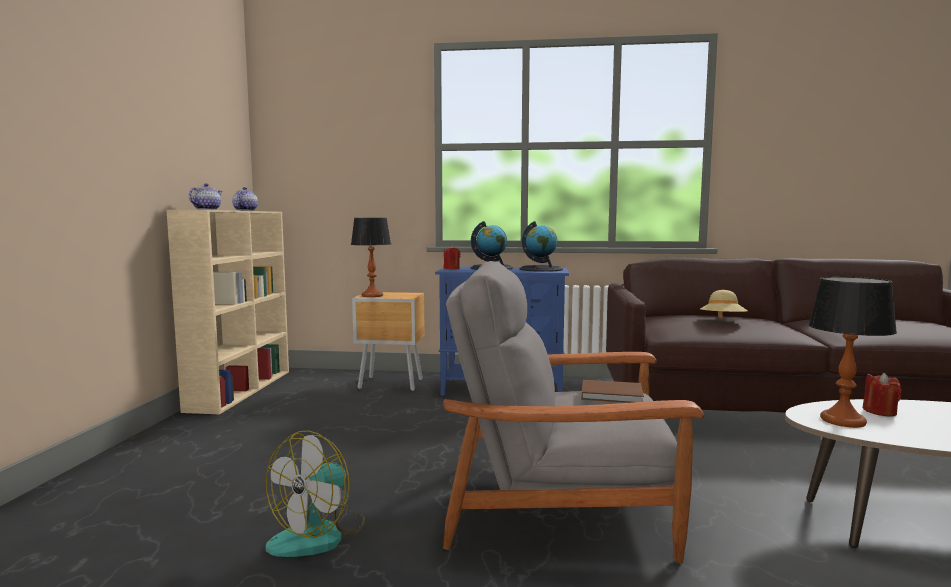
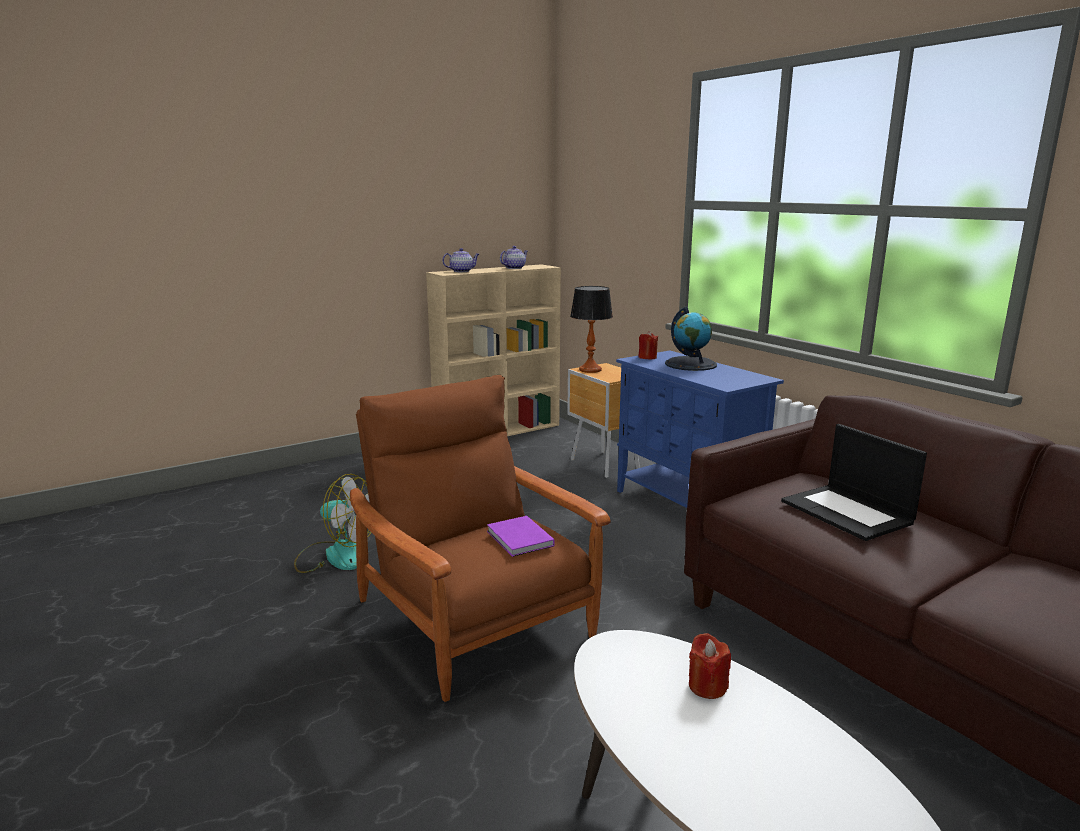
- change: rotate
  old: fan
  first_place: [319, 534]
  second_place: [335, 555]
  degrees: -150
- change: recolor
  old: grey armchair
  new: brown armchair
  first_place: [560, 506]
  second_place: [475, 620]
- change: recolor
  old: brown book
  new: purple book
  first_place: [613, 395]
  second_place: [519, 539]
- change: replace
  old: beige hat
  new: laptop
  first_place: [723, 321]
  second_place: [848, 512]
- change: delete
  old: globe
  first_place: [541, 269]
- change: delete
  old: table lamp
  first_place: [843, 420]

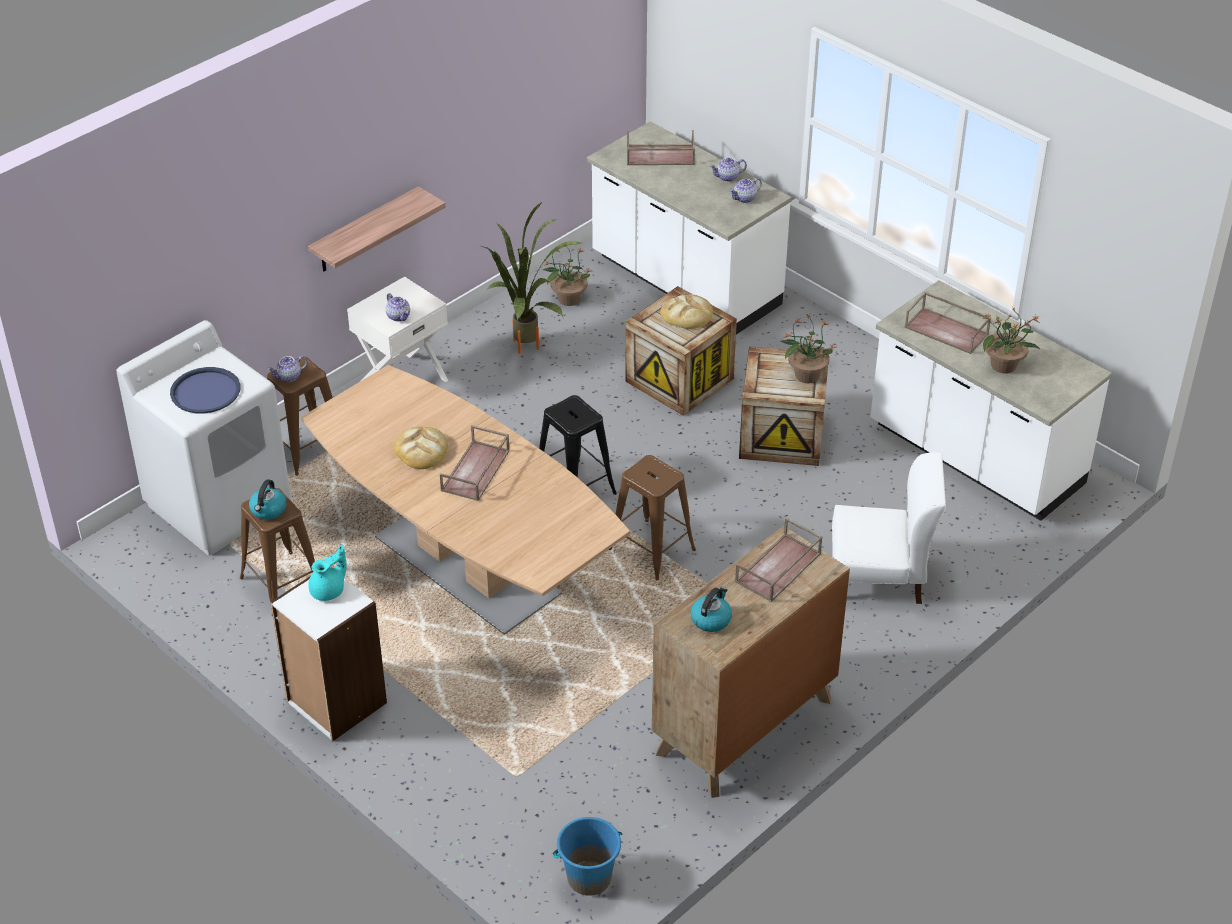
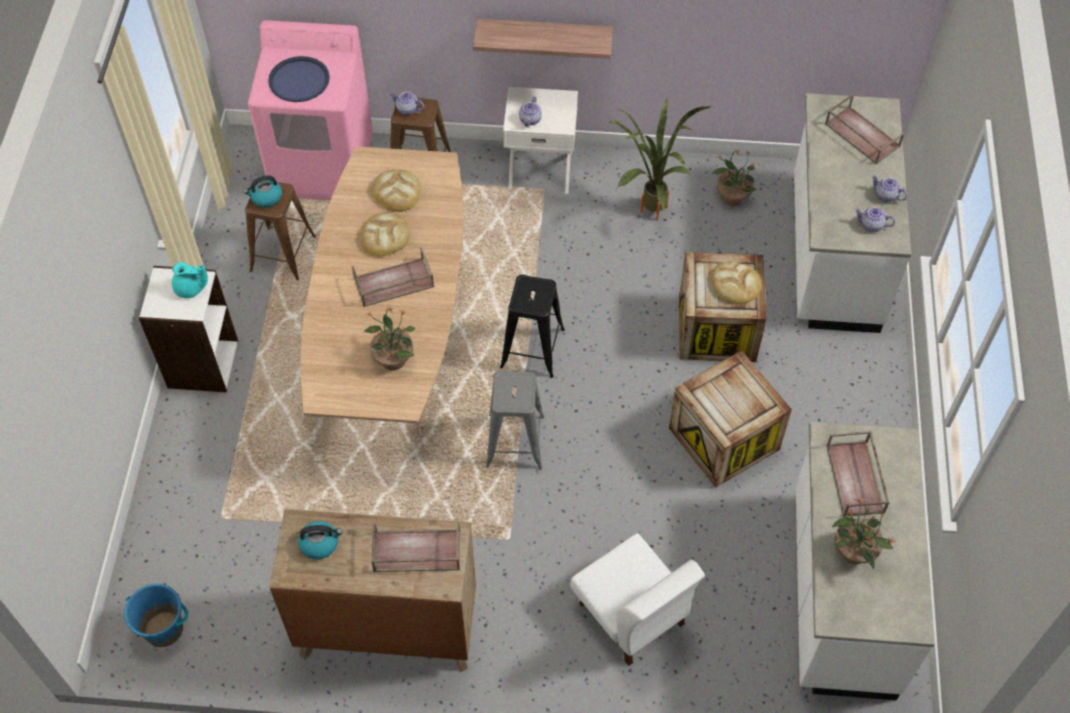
- change: recolor
  old: white washing machine
  new: pink washing machine
  first_place: [219, 505]
  second_place: [323, 165]
- change: move
  old: potted plant
  first_place: [806, 375]
  second_place: [393, 359]
- change: insert
  new: bread
  second_place: [397, 192]
- change: recolor
  old: brown stool
  new: grey stool
  first_place: [651, 549]
  second_place: [515, 441]

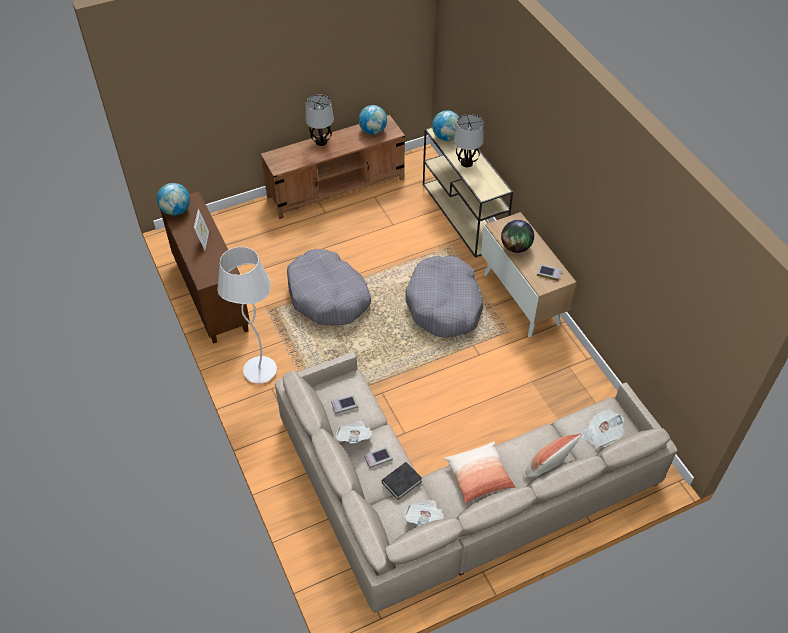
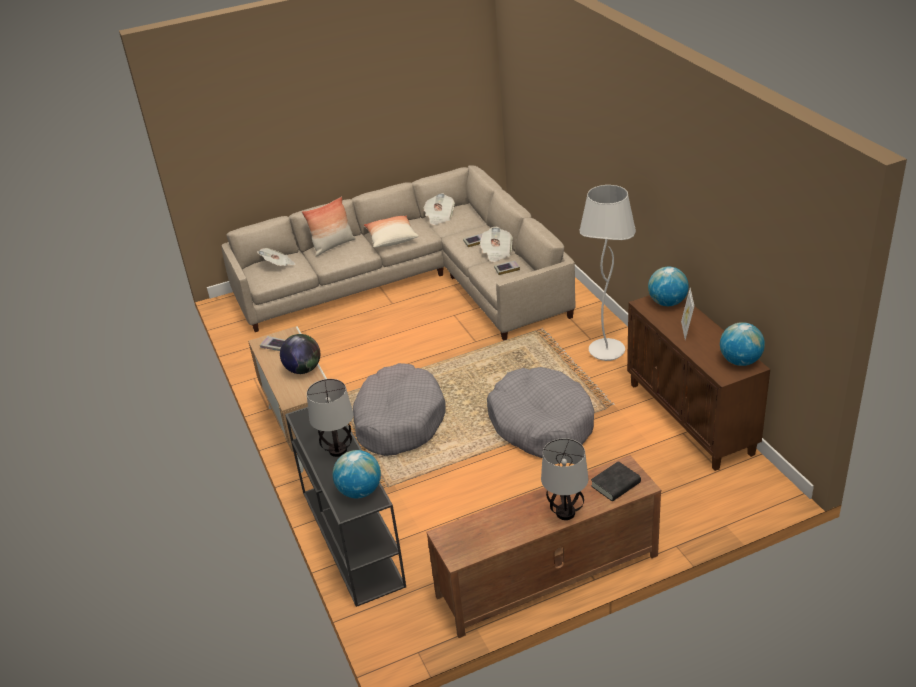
- change: recolor
  old: beige console table
  new: black console table
  first_place: [463, 215]
  second_place: [351, 536]
- change: move
  old: black book
  first_place: [401, 482]
  second_place: [615, 484]
- change: move
  old: globe
  first_place: [373, 131]
  second_place: [667, 302]

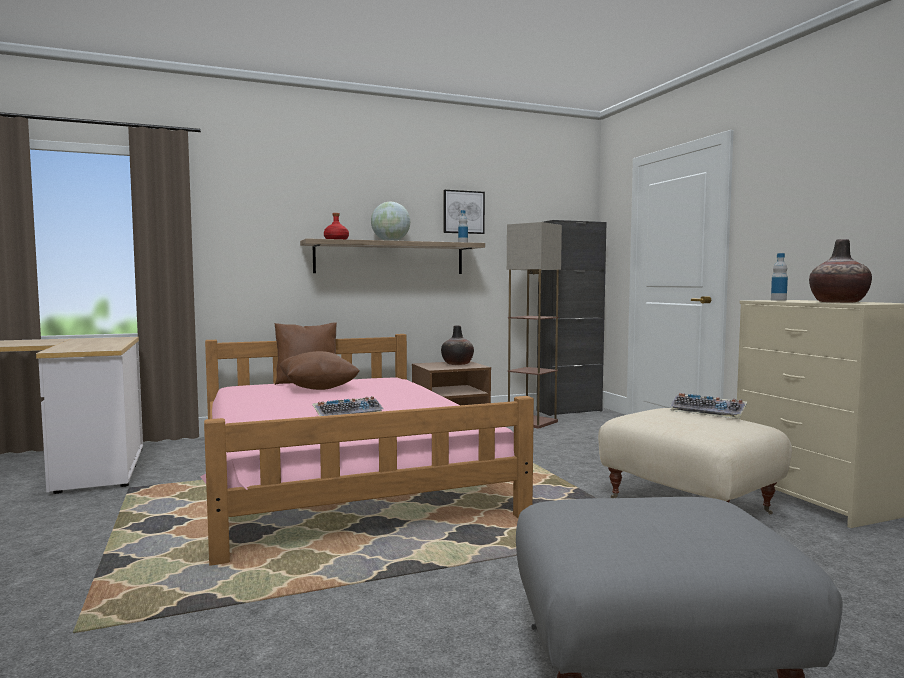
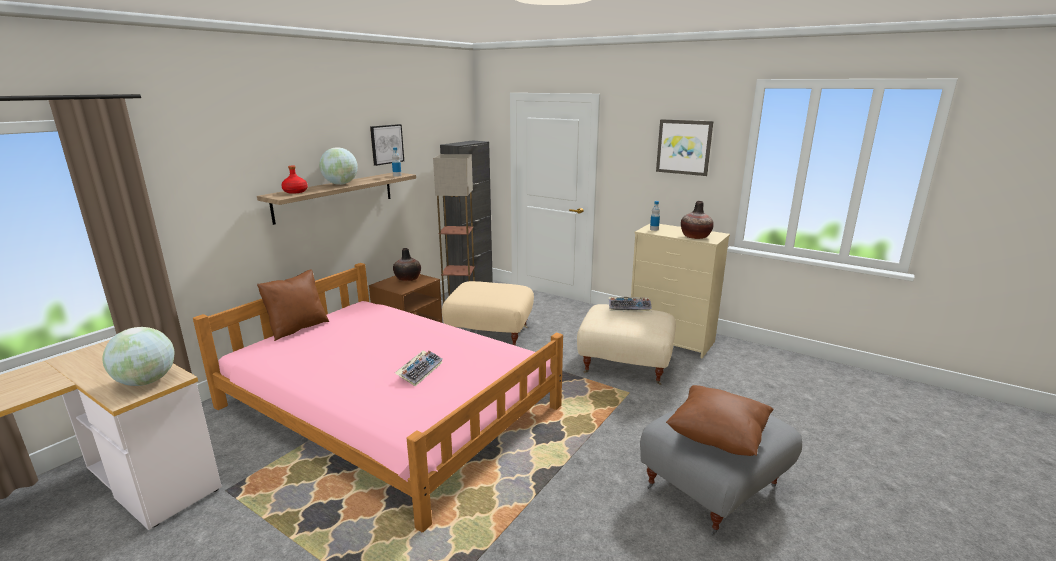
- change: insert
  new: globe
  second_place: [146, 381]
- change: insert
  new: beige ottoman
  second_place: [490, 334]
- change: insert
  new: picture
  second_place: [684, 147]
- change: move
  old: brown pillow
  first_place: [318, 388]
  second_place: [717, 438]

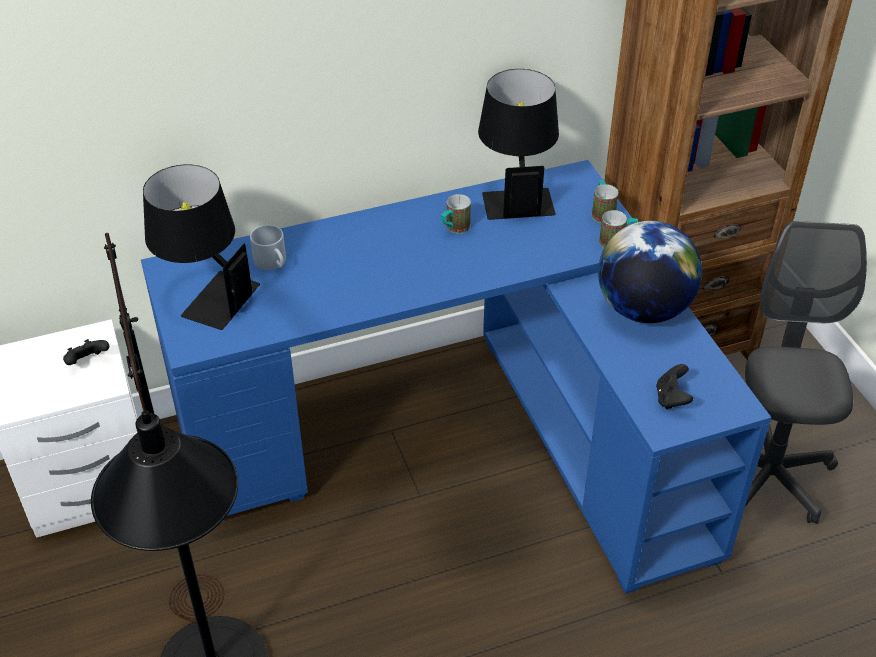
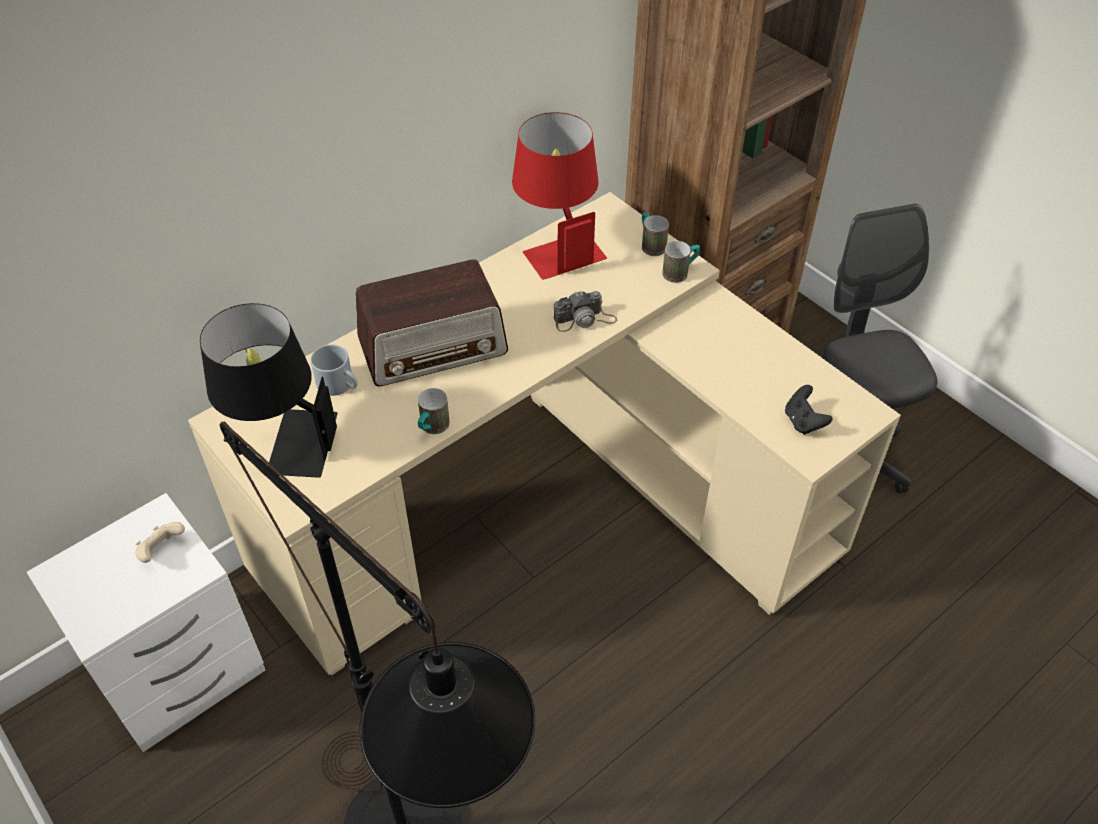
- change: recolor
  old: black game controller
  new: beige game controller
  first_place: [88, 362]
  second_place: [162, 550]
- change: recolor
  old: blue desk
  new: beige desk
  first_place: [461, 437]
  second_place: [548, 503]
- change: insert
  new: radio
  second_place: [433, 346]
- change: move
  old: mug
  first_place: [454, 229]
  second_place: [432, 428]
- change: recolor
  old: black table lamp
  new: red table lamp
  first_place: [515, 194]
  second_place: [557, 245]
- change: insert
  new: photo camera
  second_place: [584, 319]
- change: delete
  old: globe
  first_place: [643, 309]

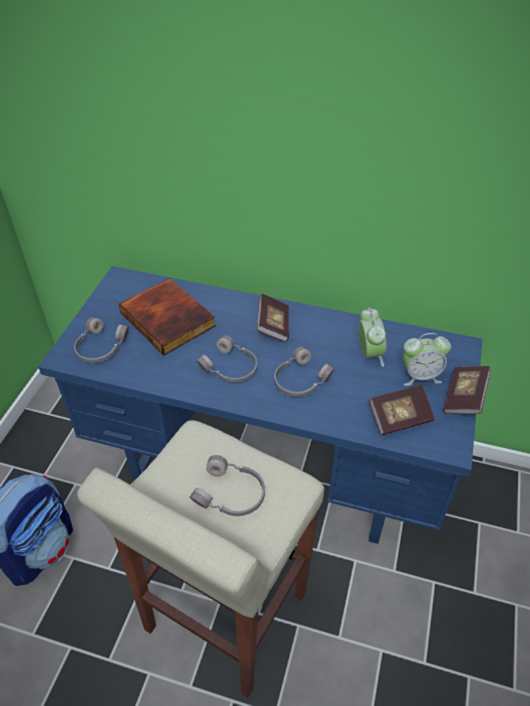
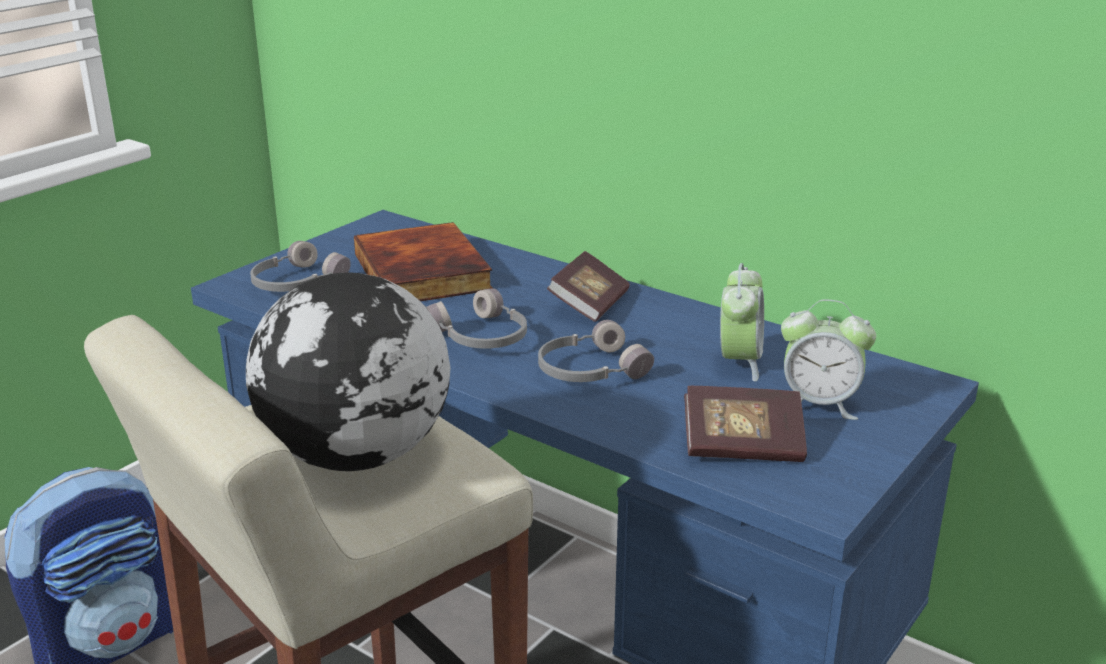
- change: replace
  old: grey headphones
  new: globe
  first_place: [230, 494]
  second_place: [356, 456]
- change: delete
  old: book
  first_place: [464, 398]

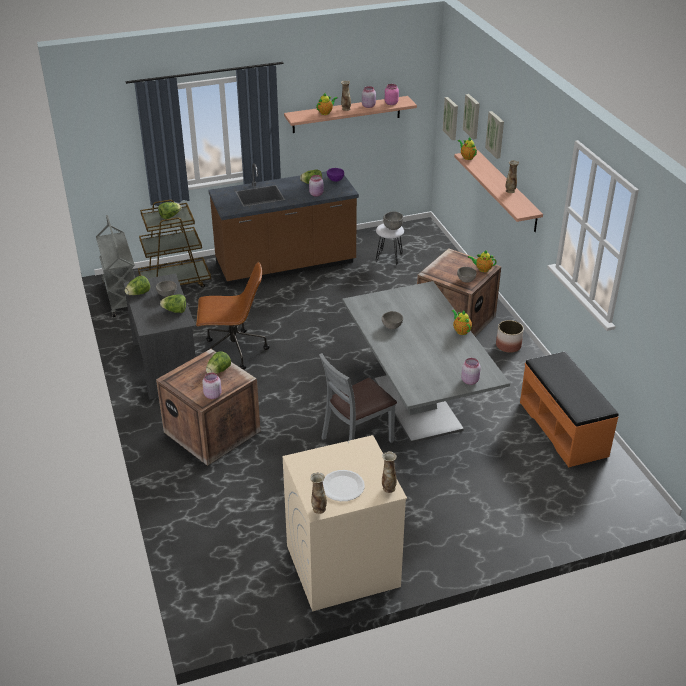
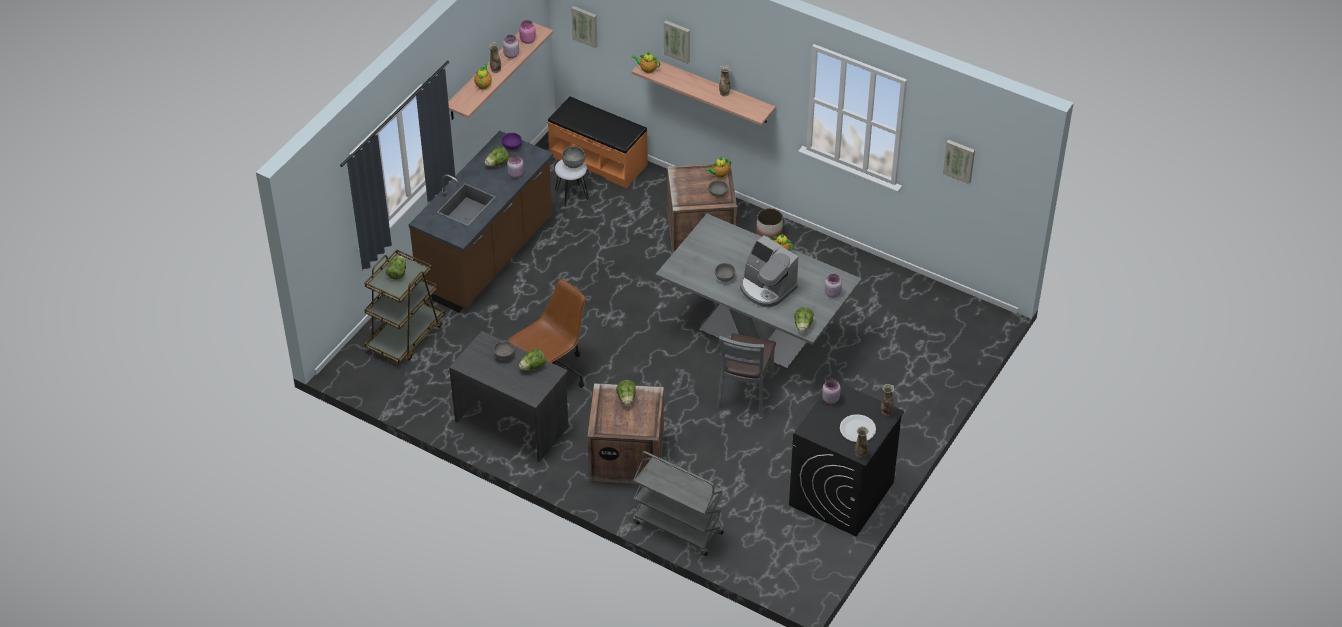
- change: move
  old: orange bench
  first_place: [563, 428]
  second_place: [598, 159]
- change: move
  old: grey cart
  first_place: [121, 296]
  second_place: [677, 527]
- change: insert
  new: coffee machine
  second_place: [766, 288]
- change: recolor
  old: beige washing machine
  new: black washing machine
  first_place: [342, 566]
  second_place: [841, 494]
- change: move
  old: lettuce
  first_place: [138, 294]
  second_place: [803, 326]
- change: move
  old: pink jar
  first_place: [212, 395]
  second_place: [830, 399]
- change: move
  old: picture
  first_place: [472, 116]
  second_place: [959, 160]

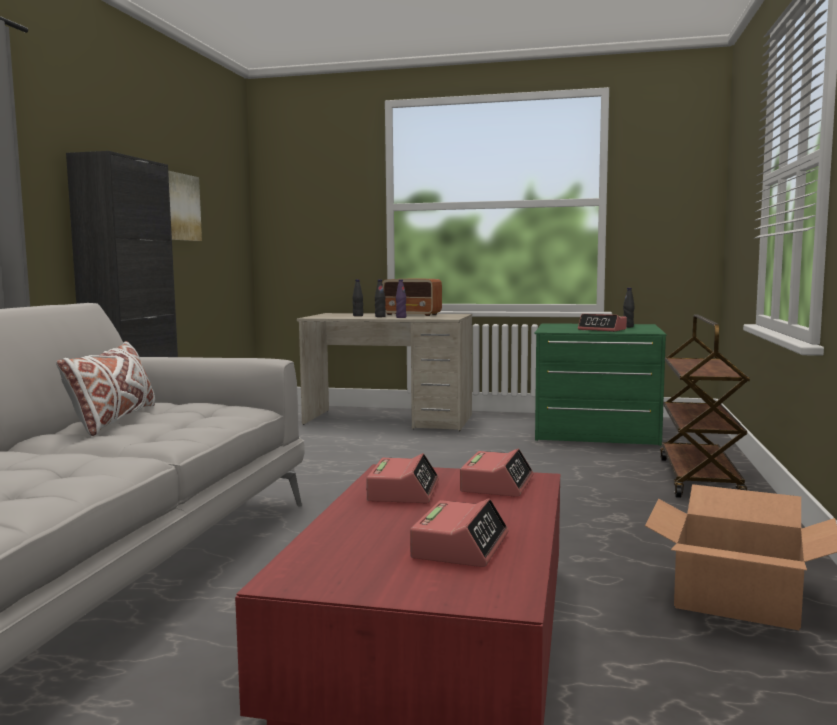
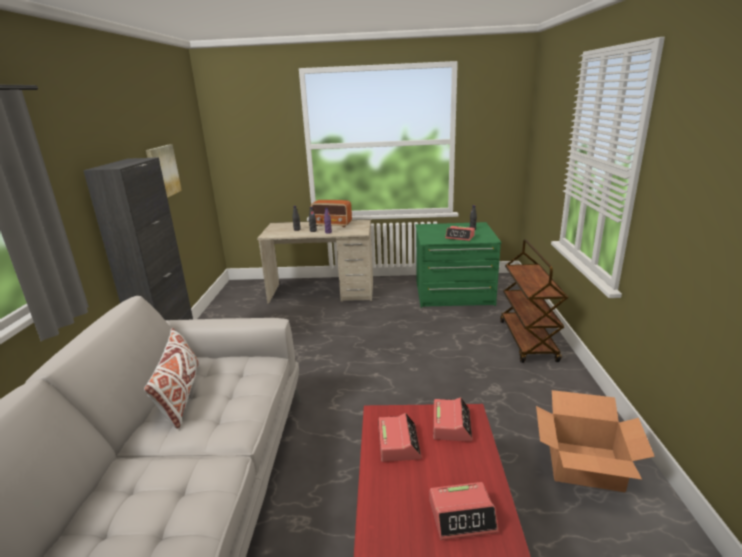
- change: rotate
  old: alarm clock
  first_place: [460, 546]
  second_place: [462, 516]
  degrees: 75

